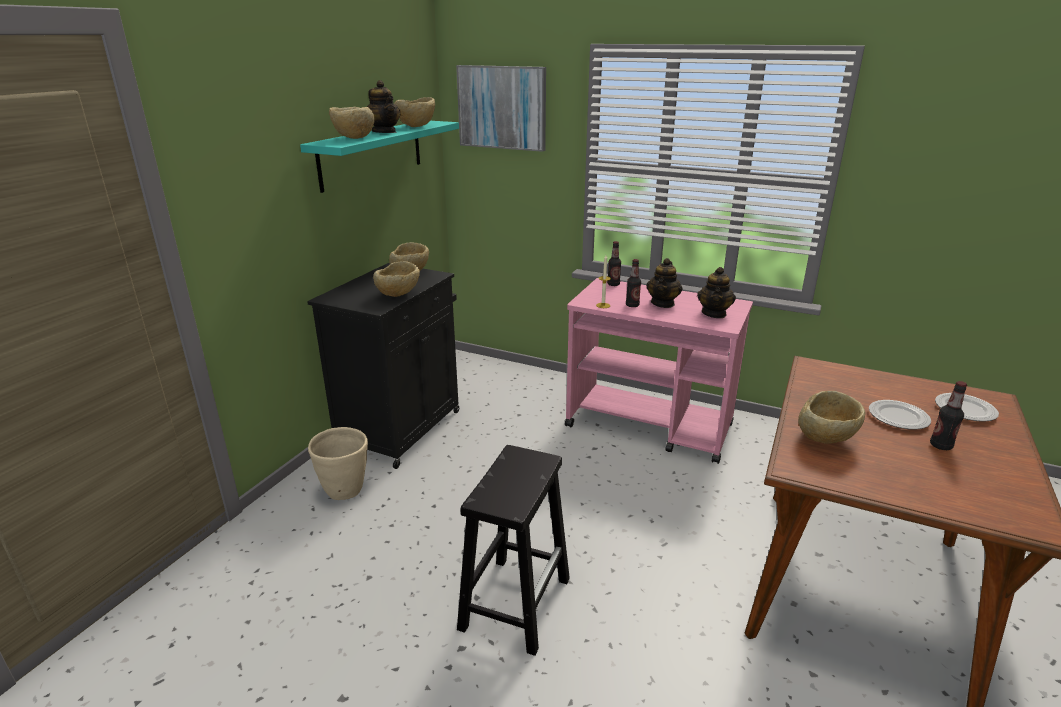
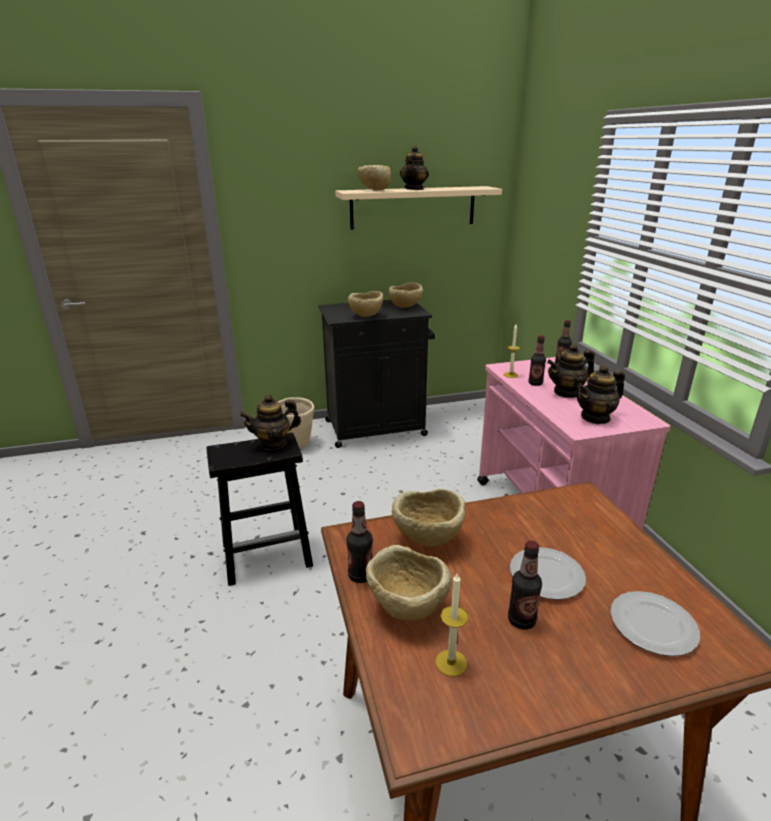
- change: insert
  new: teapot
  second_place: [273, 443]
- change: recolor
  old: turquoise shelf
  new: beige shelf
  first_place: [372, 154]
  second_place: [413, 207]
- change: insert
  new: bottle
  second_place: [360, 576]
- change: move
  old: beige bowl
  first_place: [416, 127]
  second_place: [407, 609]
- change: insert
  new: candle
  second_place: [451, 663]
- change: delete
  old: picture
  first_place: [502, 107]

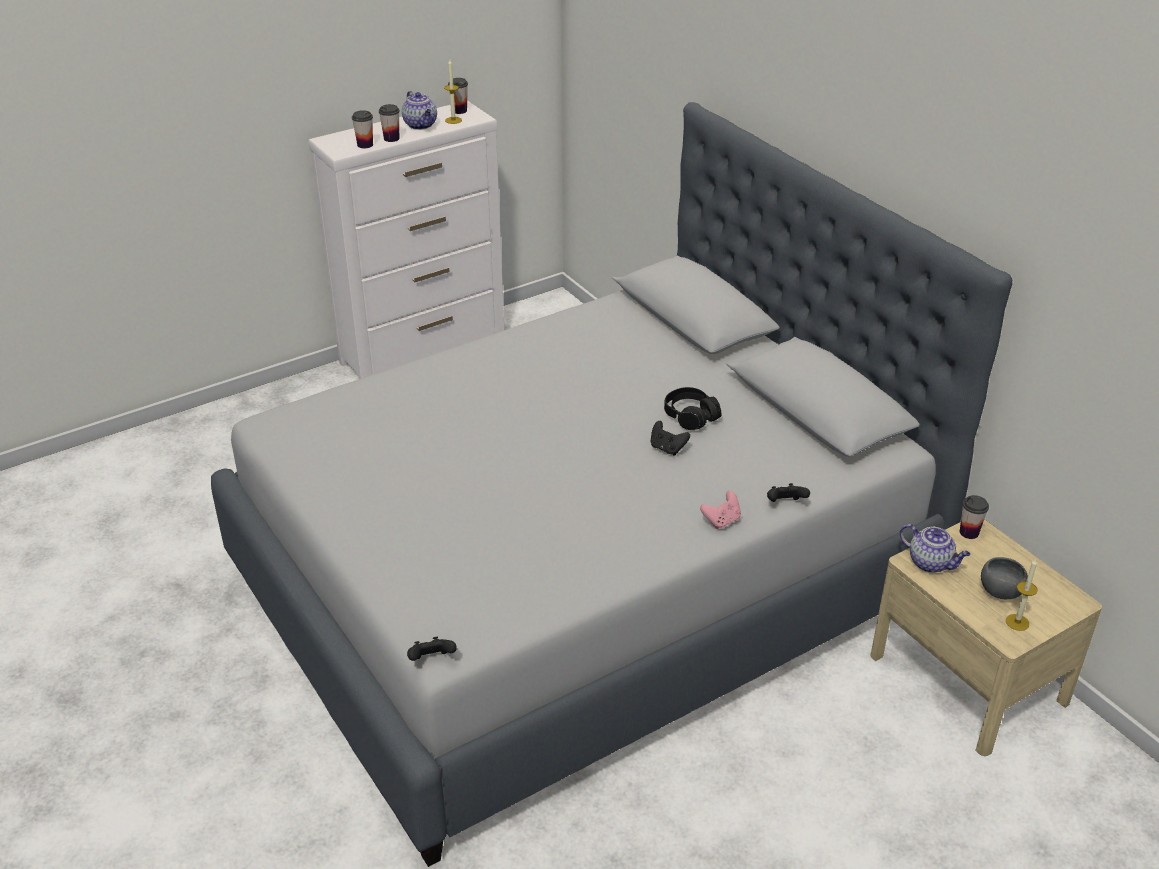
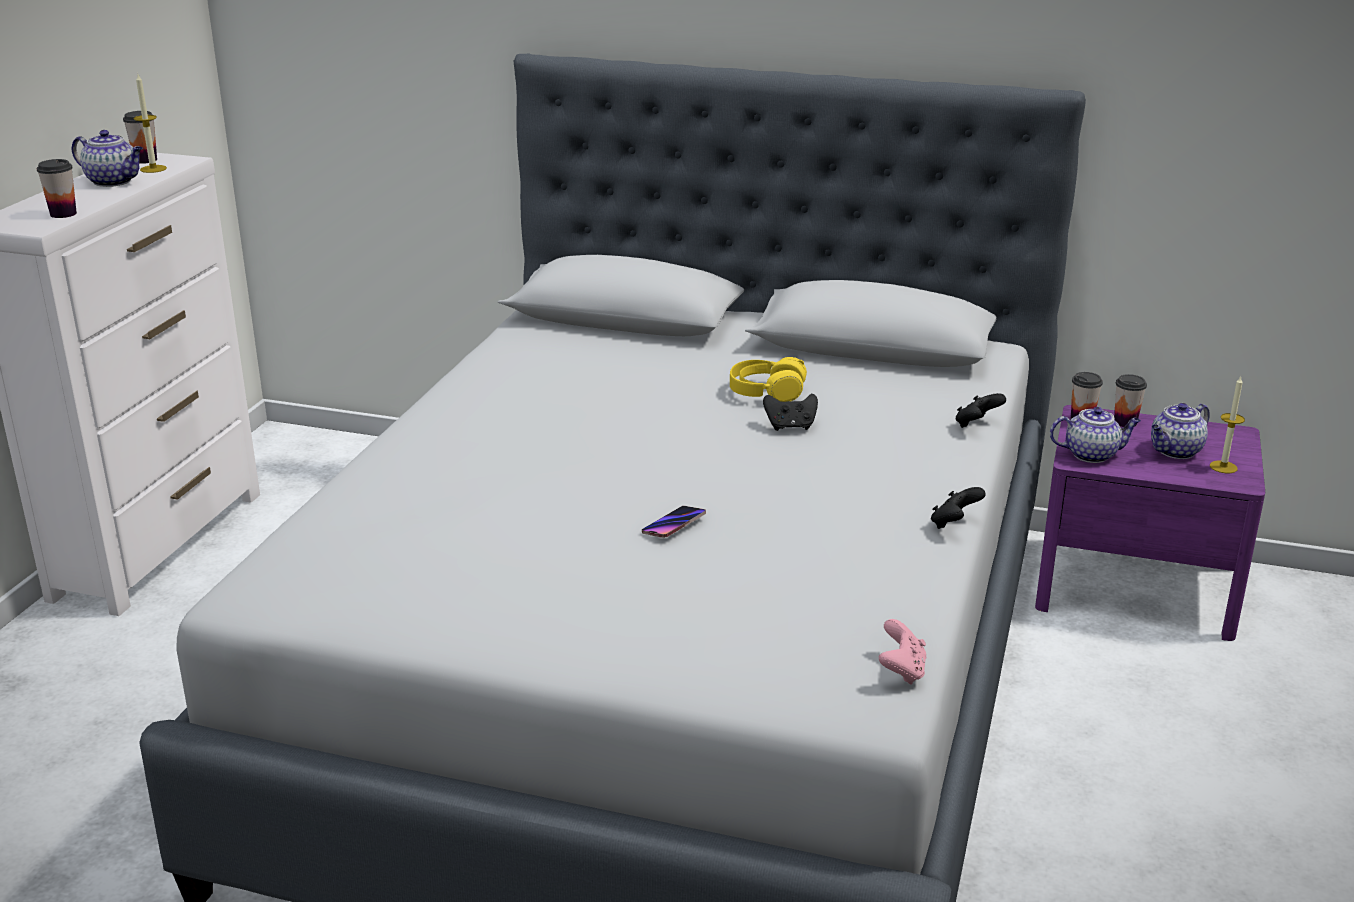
- change: insert
  new: phone
  second_place: [674, 525]
- change: recolor
  old: black headphones
  new: yellow headphones
  first_place: [690, 416]
  second_place: [766, 393]
- change: move
  old: pink game controller
  first_place: [721, 521]
  second_place: [901, 671]
- change: move
  old: black game controller
  first_place: [432, 660]
  second_place: [954, 524]
- change: recolor
  old: beige nightstand
  new: purple nightstand
  first_place: [968, 678]
  second_place: [1135, 586]
- change: move
  old: cup
  first_place: [391, 138]
  second_place: [1125, 422]
- change: replace
  old: grey bowl
  new: teapot
  first_place: [999, 592]
  second_place: [1175, 451]

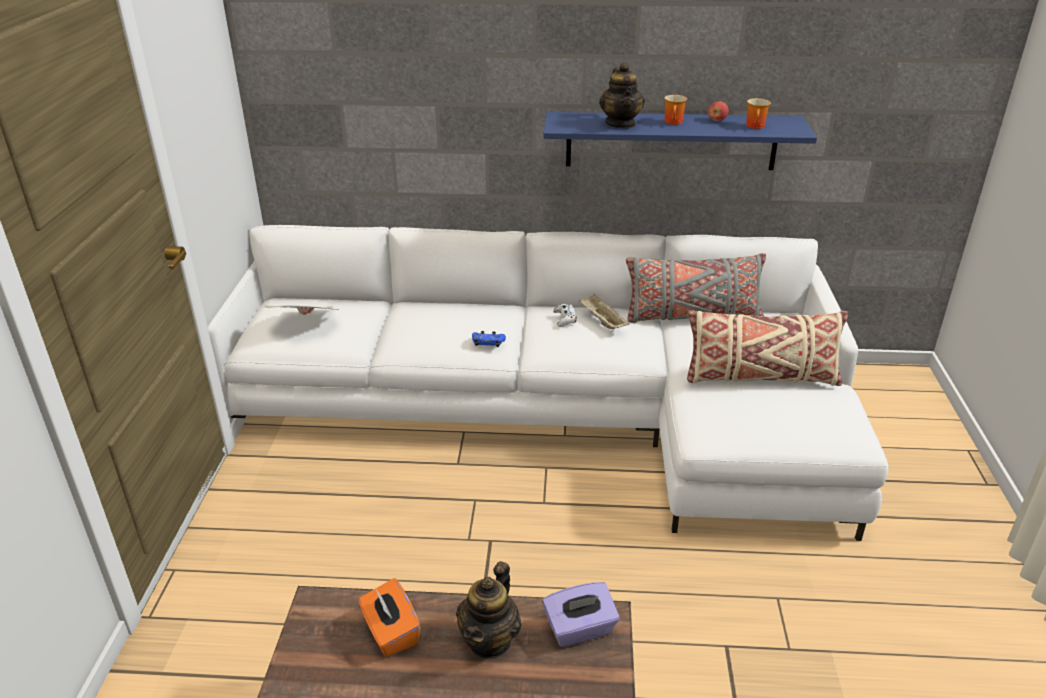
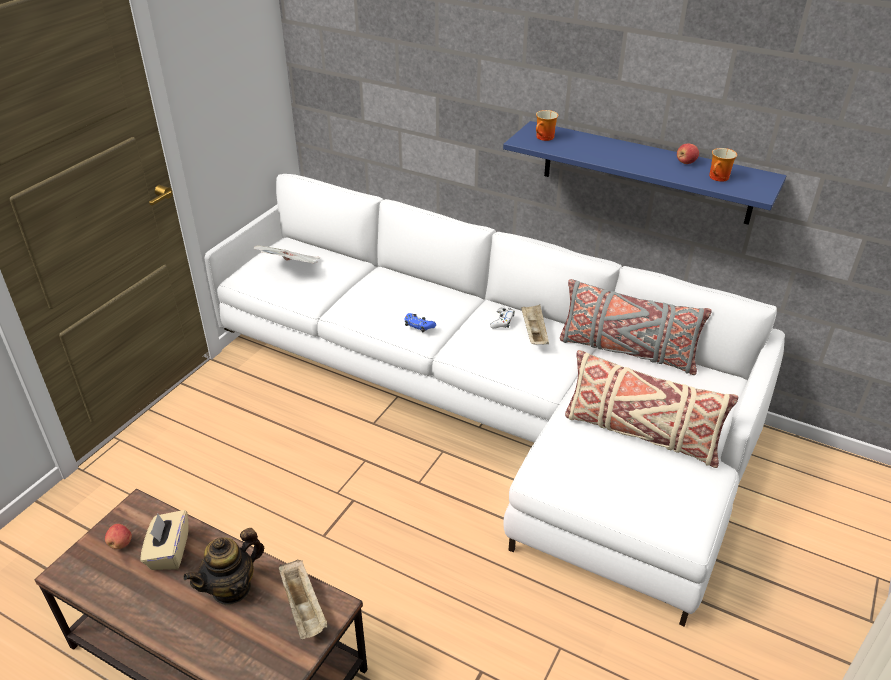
- change: insert
  new: apple
  second_place: [121, 543]
- change: recolor
  old: orange tissue box
  new: beige tissue box
  first_place: [391, 632]
  second_place: [169, 551]
- change: replace
  old: purple tissue box
  new: beige tray
  first_place: [580, 629]
  second_place: [304, 608]
- change: move
  old: mug
  first_place: [674, 122]
  second_place: [545, 138]
- change: delete
  old: teapot
  first_place: [621, 124]

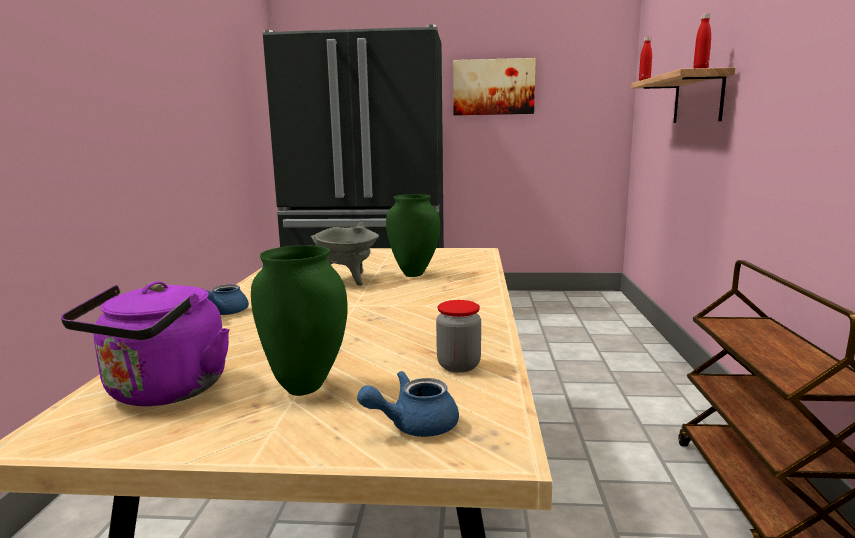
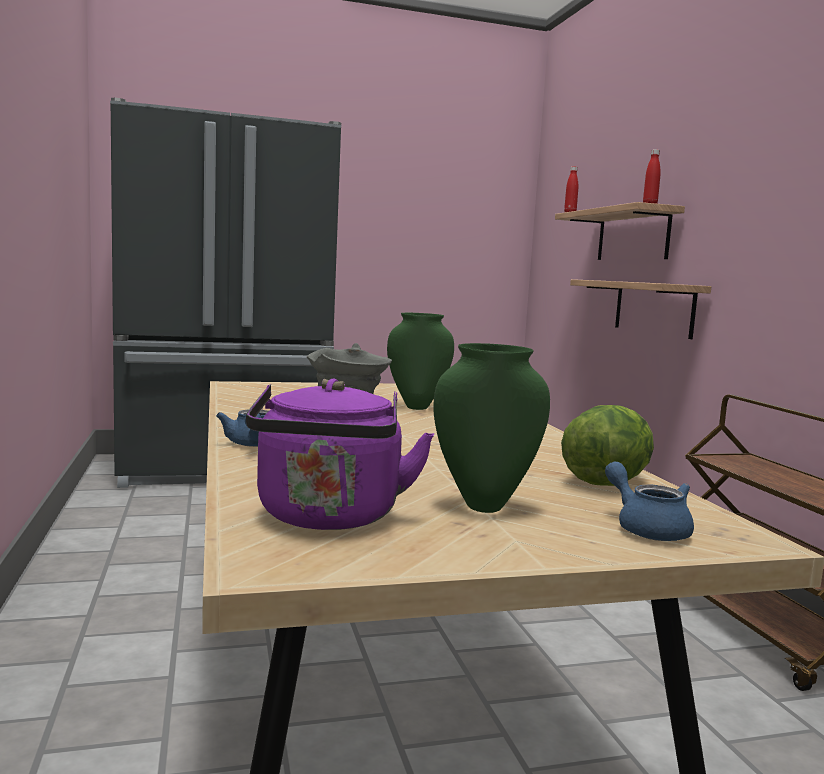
- change: replace
  old: jar
  new: lettuce
  first_place: [458, 365]
  second_place: [606, 482]
- change: insert
  new: shelf
  second_place: [653, 308]
- change: rotate
  old: blue teapot
  first_place: [413, 425]
  second_place: [647, 528]
  degrees: 105
- change: delete
  old: picture
  first_place: [493, 87]

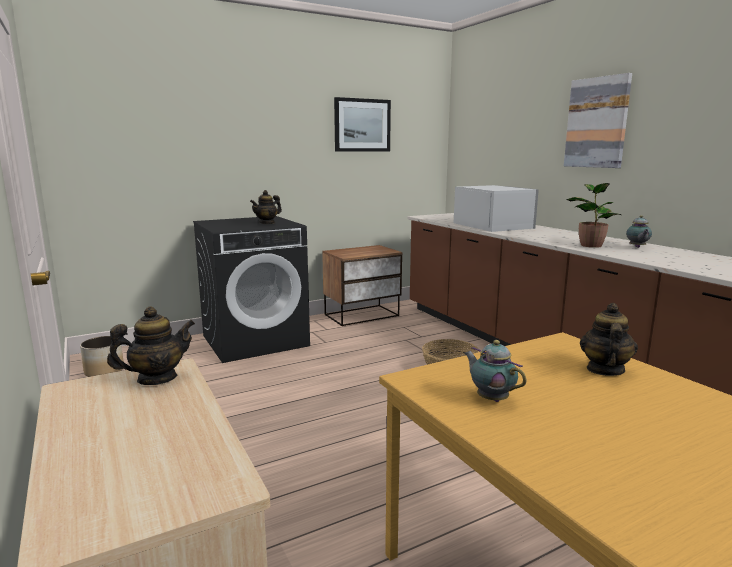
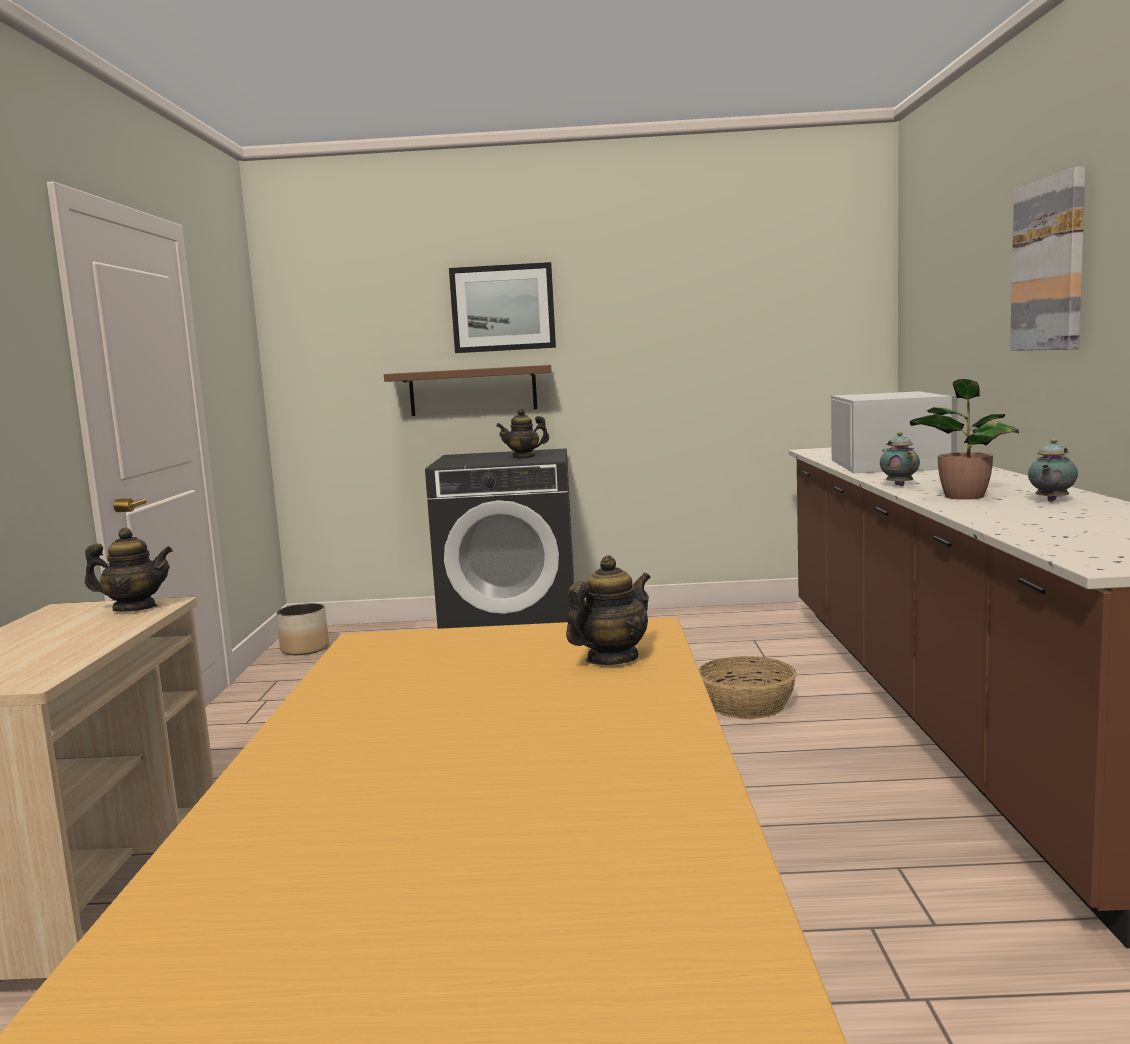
- change: insert
  new: brown shelf
  second_place: [473, 390]
- change: move
  old: picture
  first_place: [362, 125]
  second_place: [503, 308]
- change: move
  old: teapot
  first_place: [491, 398]
  second_place: [898, 485]
- change: delete
  old: nightstand
  first_place: [363, 315]

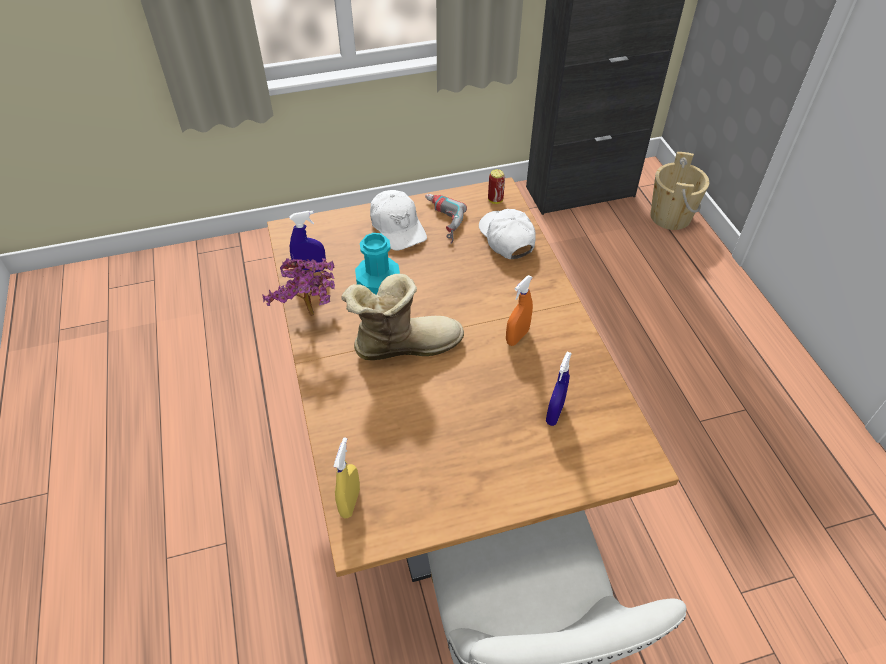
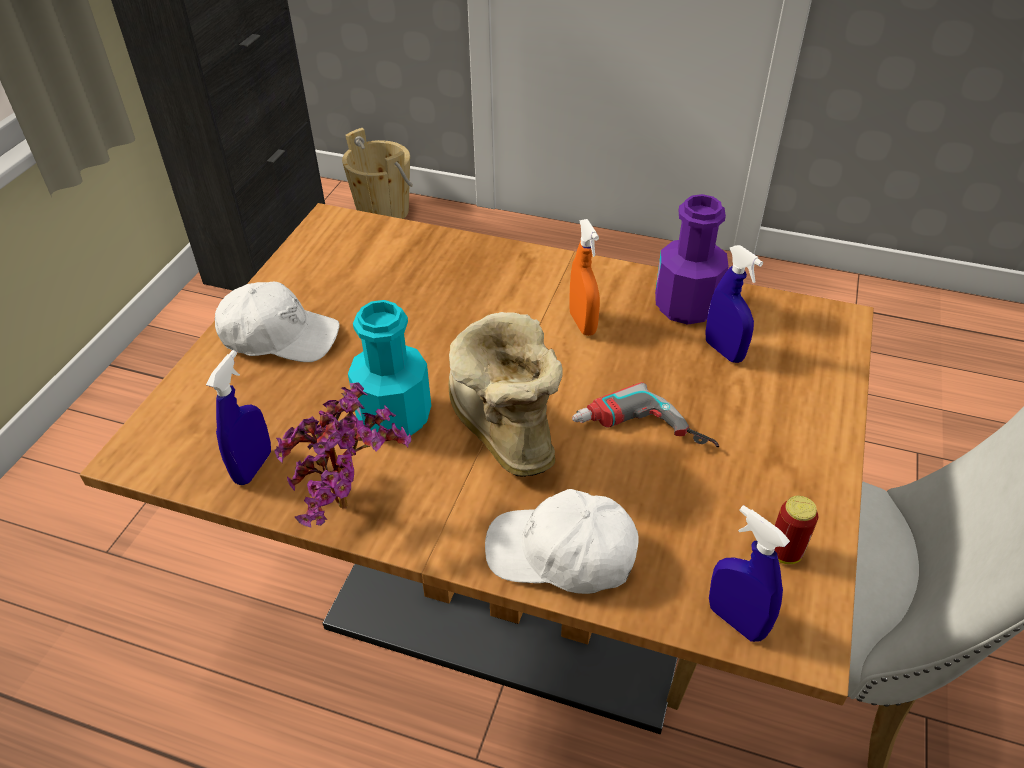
- change: rotate
  old: boot
  first_place: [404, 343]
  second_place: [498, 429]
  degrees: -45
- change: move
  old: white cap
  first_place: [506, 238]
  second_place: [562, 554]
- change: move
  old: power drill
  first_place: [439, 221]
  second_place: [641, 436]
- change: insert
  new: purple bottle
  second_place: [686, 306]
- change: recolor
  old: yellow spray bottle
  new: blue spray bottle
  first_place: [350, 502]
  second_place: [735, 620]
- change: move
  old: can
  first_place: [495, 200]
  second_place: [785, 552]

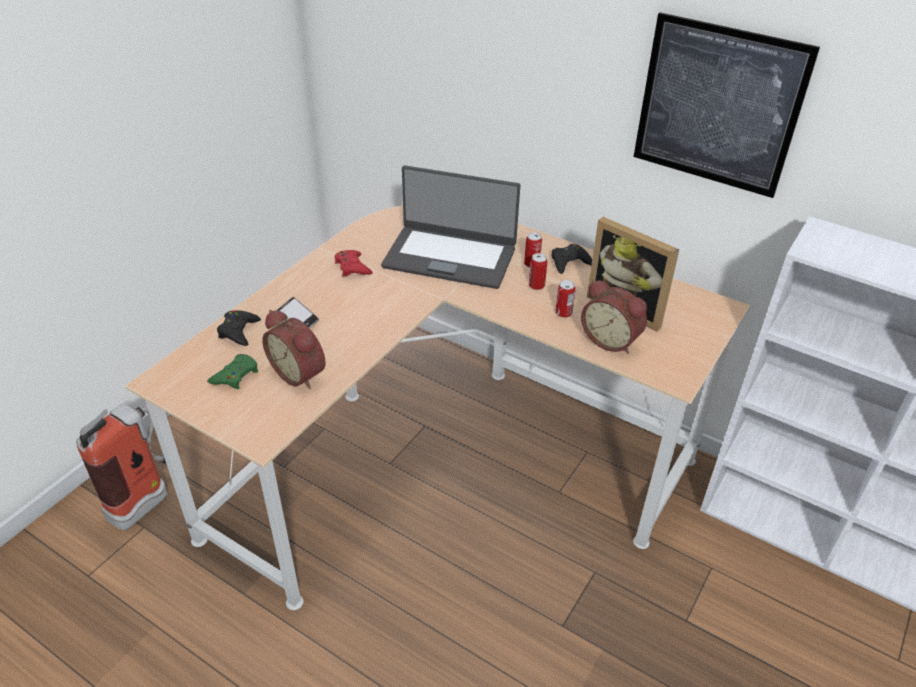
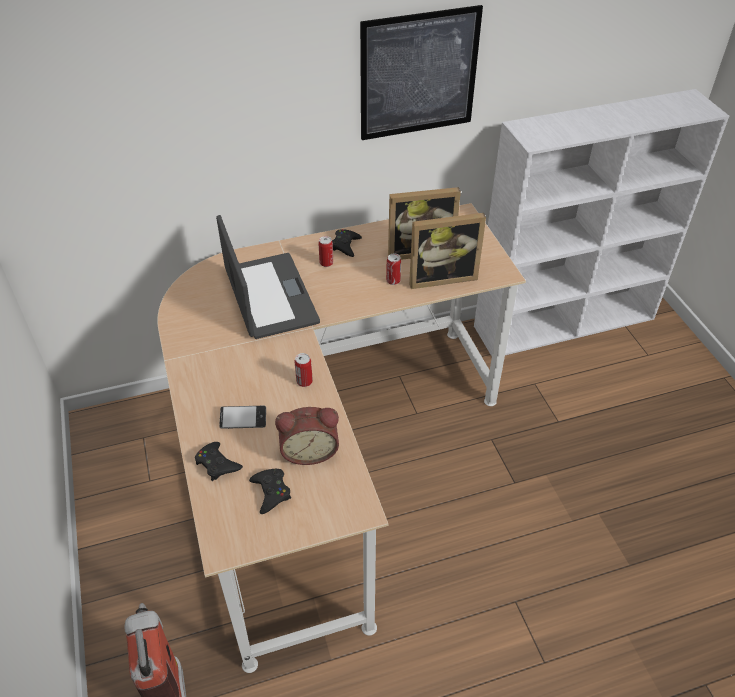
- change: rotate
  old: laptop
  first_place: [450, 256]
  second_place: [269, 296]
  degrees: -75
- change: recolor
  old: green game controller
  new: black game controller
  first_place: [235, 375]
  second_place: [271, 492]
- change: move
  old: can
  first_place: [536, 285]
  second_place: [304, 381]
- change: replace
  old: alarm clock
  new: picture frame
  first_place: [611, 339]
  second_place: [441, 276]
- change: delete
  old: red game controller
  first_place: [352, 267]

